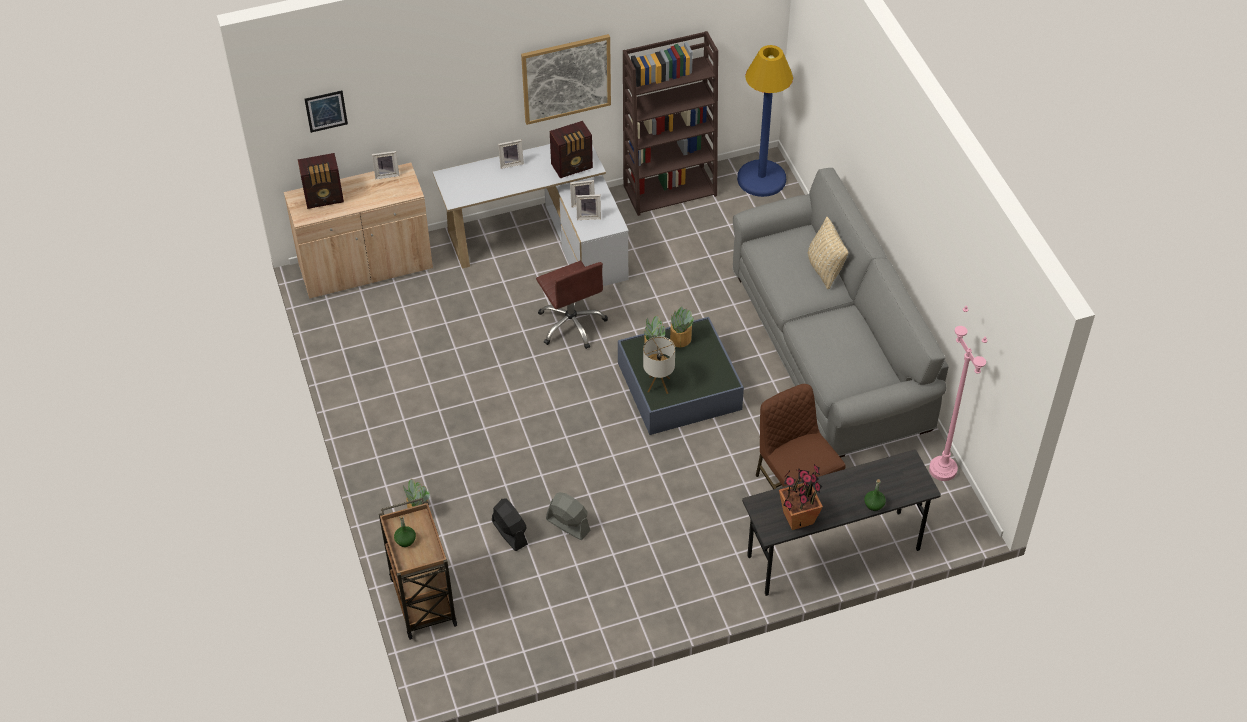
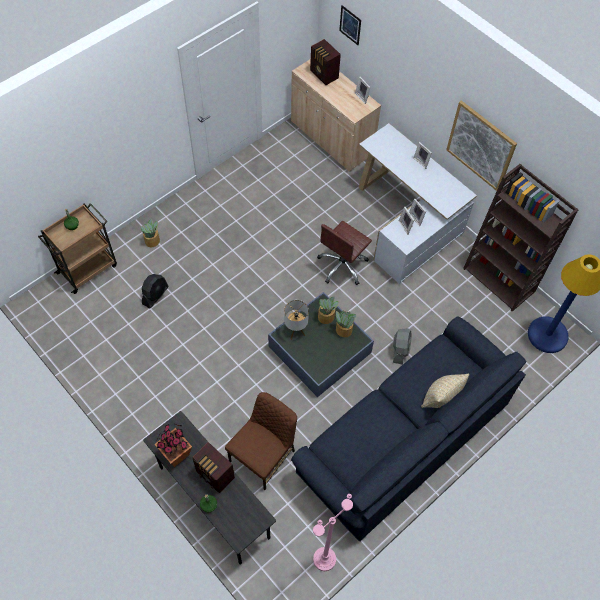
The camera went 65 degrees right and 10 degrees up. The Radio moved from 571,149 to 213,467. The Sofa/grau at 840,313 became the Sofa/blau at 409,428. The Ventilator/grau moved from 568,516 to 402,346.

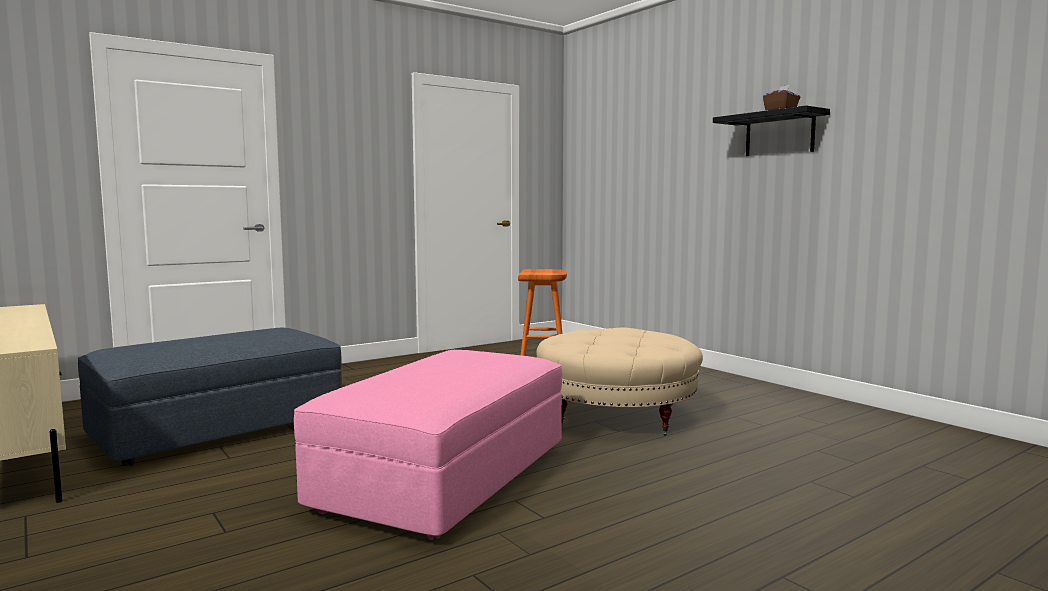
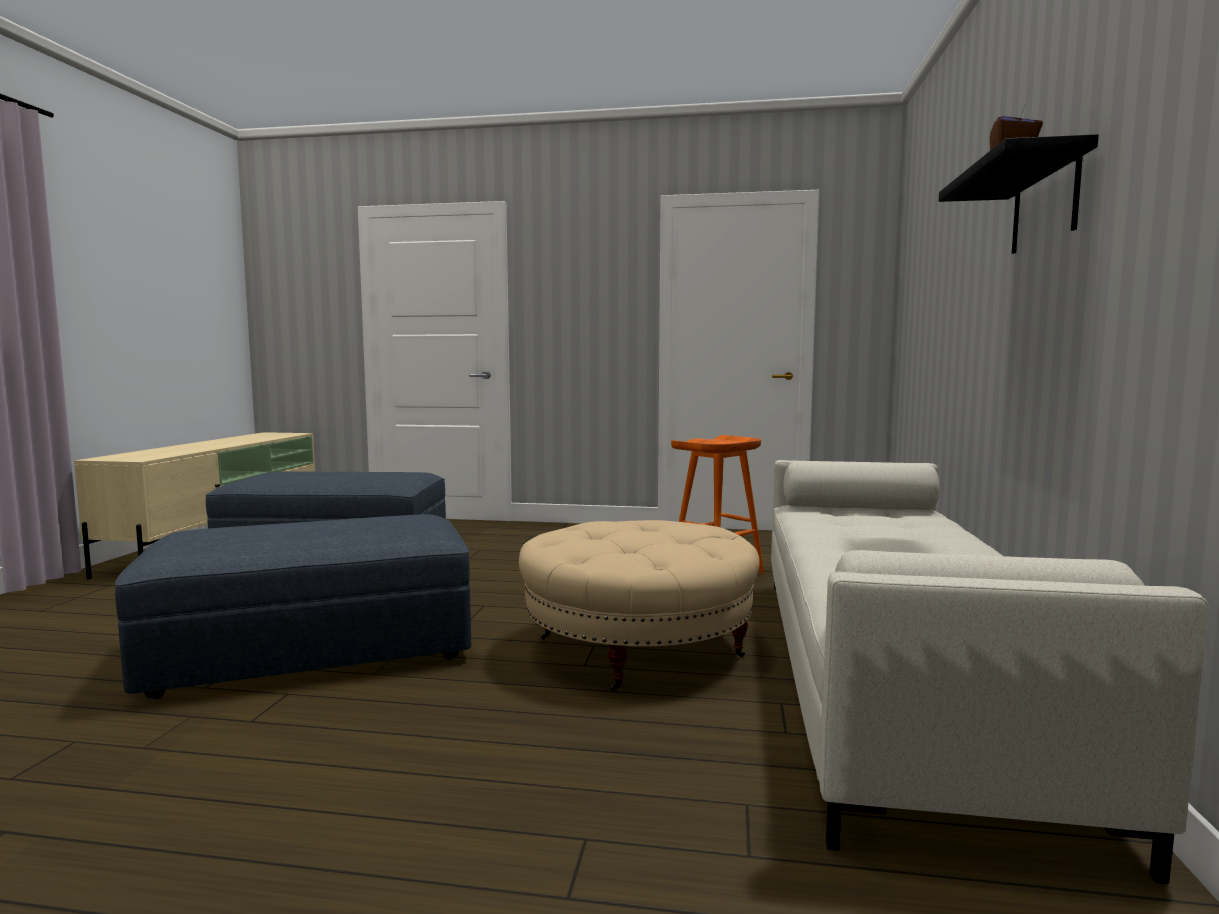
The camera went 45 degrees right and 0 degrees up. The Polsterhocker/rosa at 428,445 became the Polsterhocker/grau at 293,606. The Sofa/beige at 989,672 appeared.

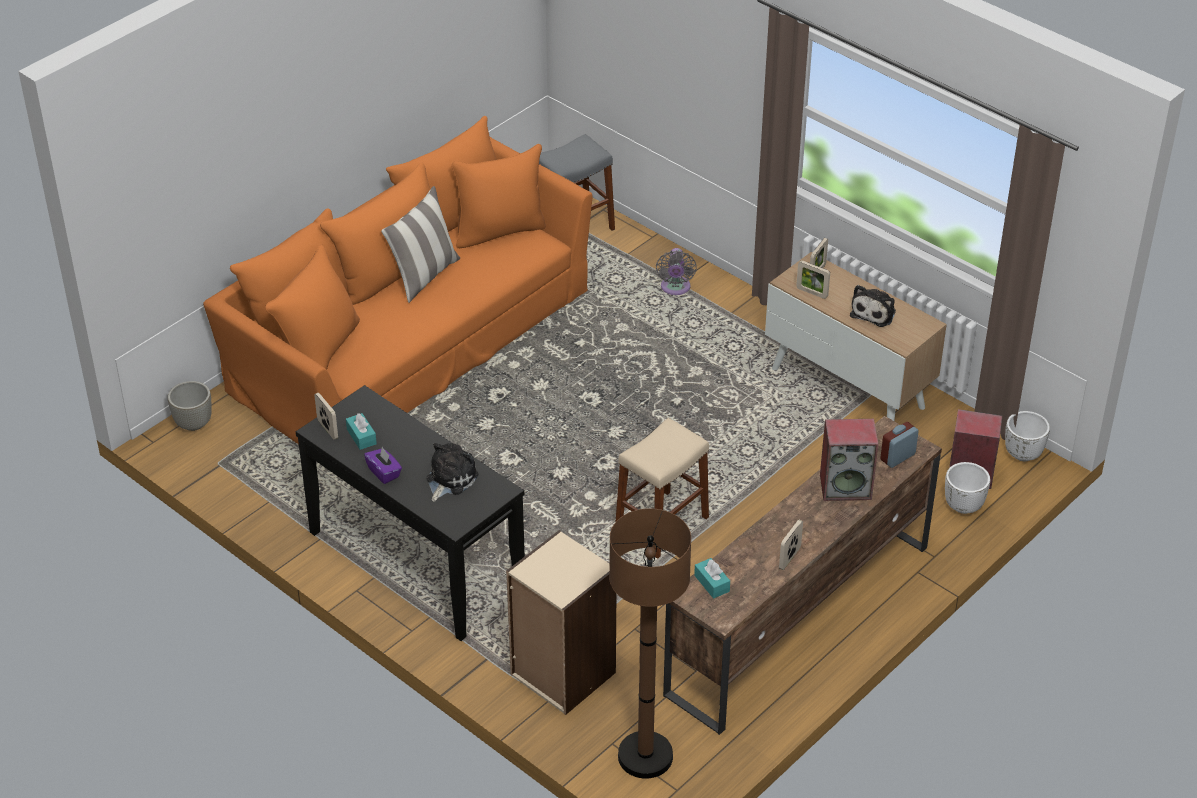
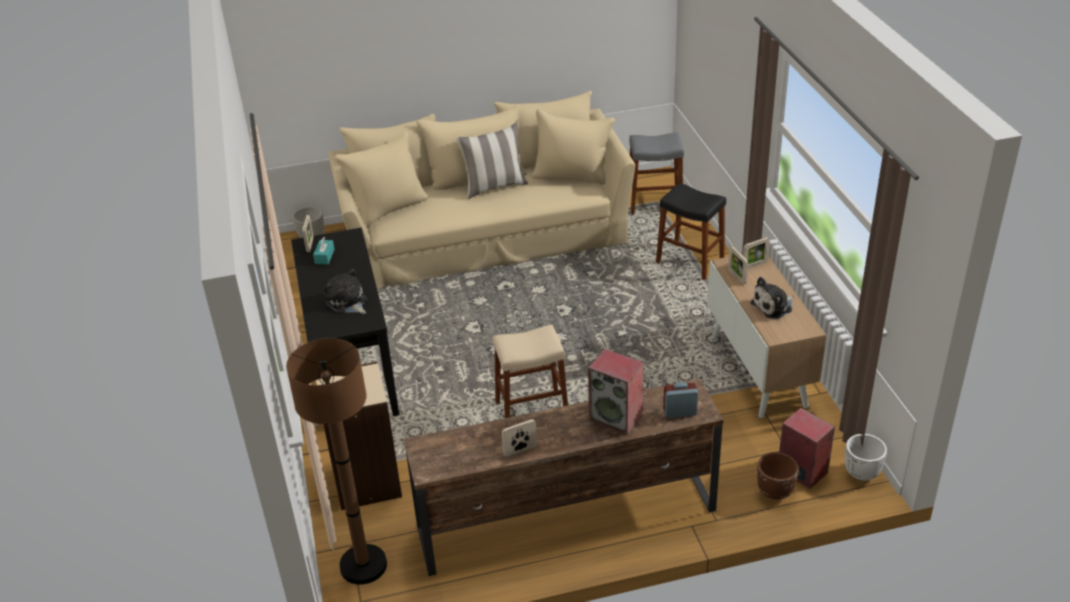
The camera went 35 degrees right and 5 degrees down. The Sofa/orange at 398,280 became the Sofa/beige at 481,190. The Ventilator/grau at 676,271 was replaced by the Hocker/schwarz at 691,231. The Plüschtier at 452,472 turned 105 degrees counterclockwise. The Taschentuchbox/lila at 383,465 disappeared. The Pflanzkübel/weiß at 967,488 became the Pflanzkübel/braun at 778,476. The Taschentuchbox/türkis at 712,578 disappeared.

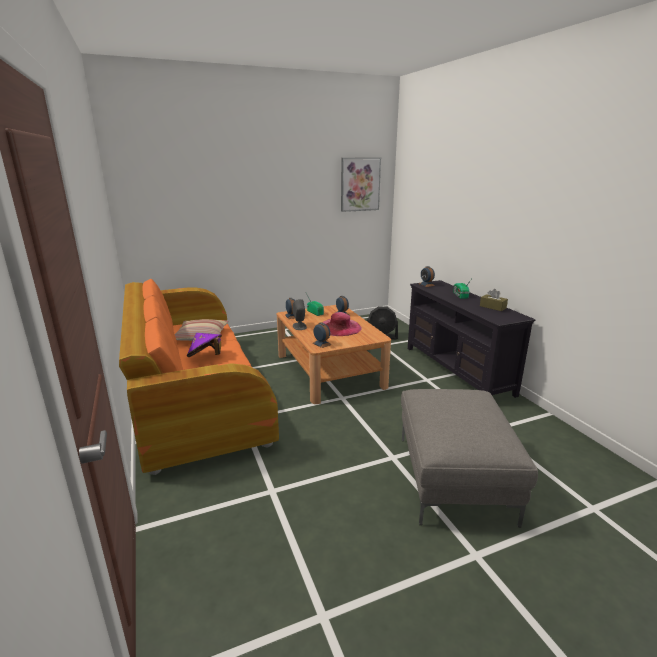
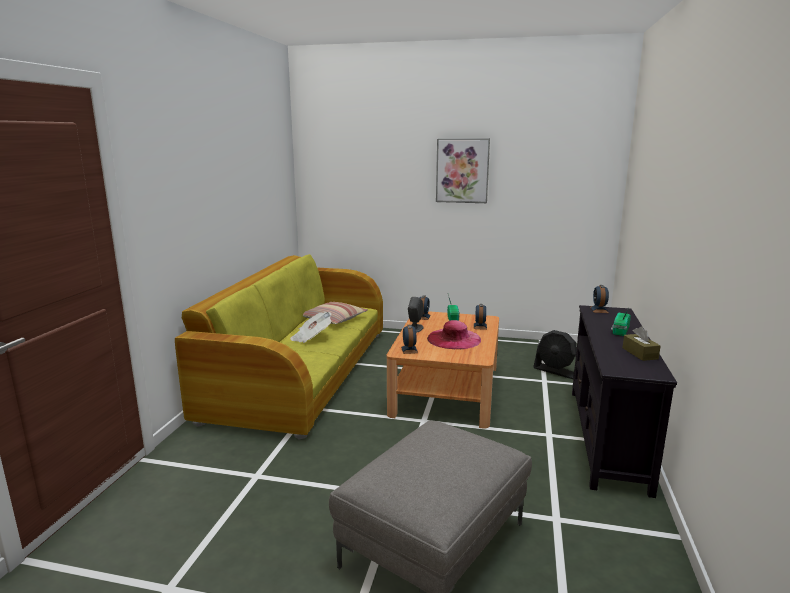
The camera went 35 degrees right and 5 degrees down. The Bild moved from 361,185 to 463,170. The Sofa/orange at 199,377 became the Sofa/grün at 279,347. The Hut/lila at 204,345 was replaced by the Zeitung at 311,327.

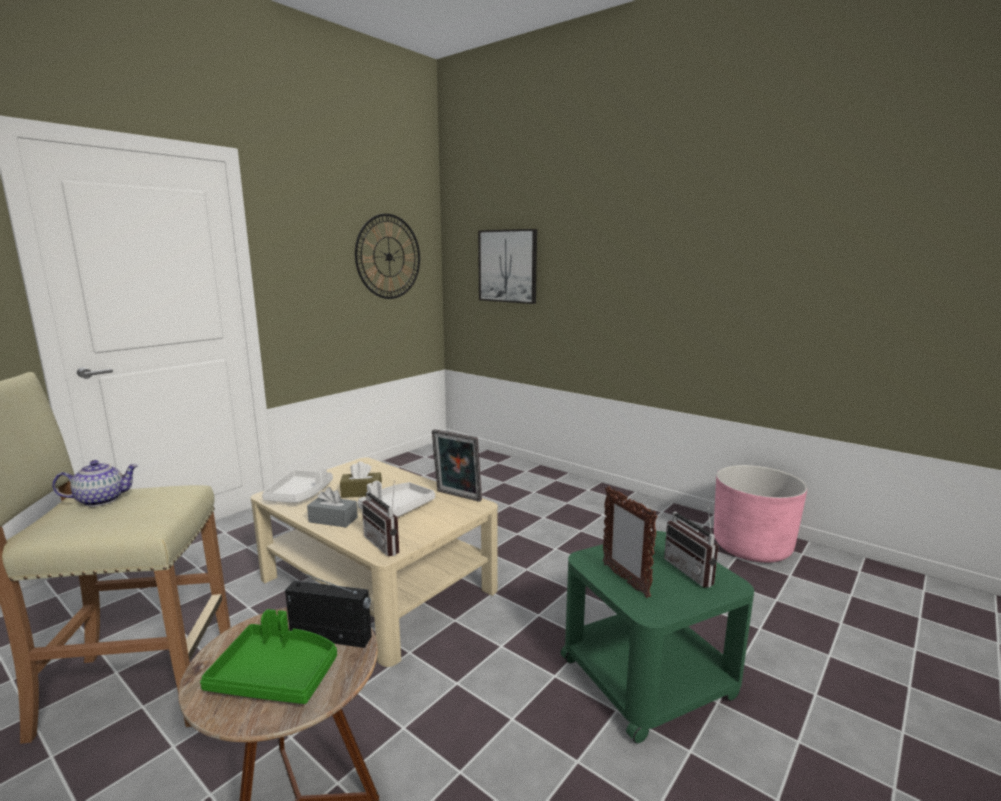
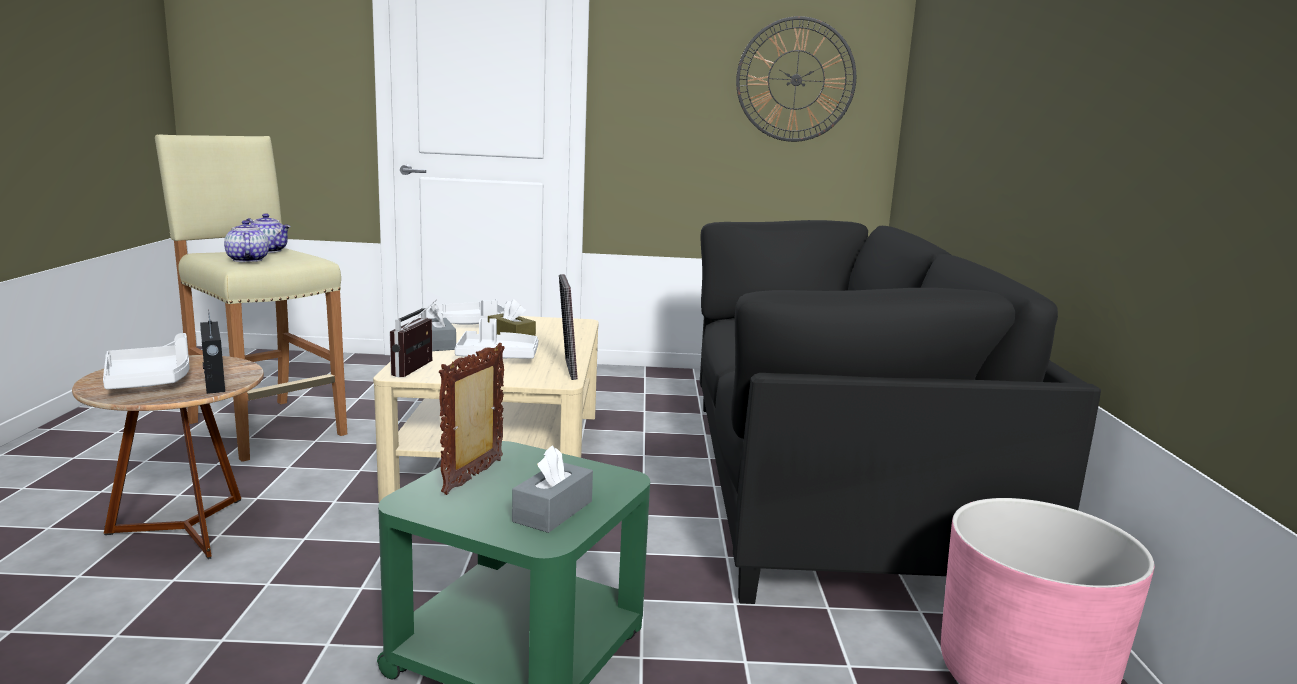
The camera went 50 degrees right and 0 degrees up. The Bild at 507,266 disappeared. The Radio at 691,545 was replaced by the Taschentuchbox/grau at 552,489. The Tablett/grün at 268,656 became the Tablett/weiß at 146,361. The Teekanne at 246,241 appeared. The Sofa/schwarz at 900,412 appeared.

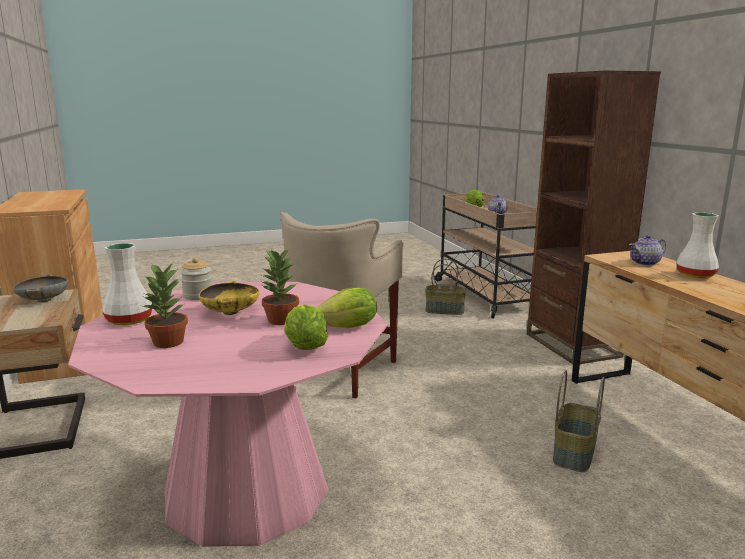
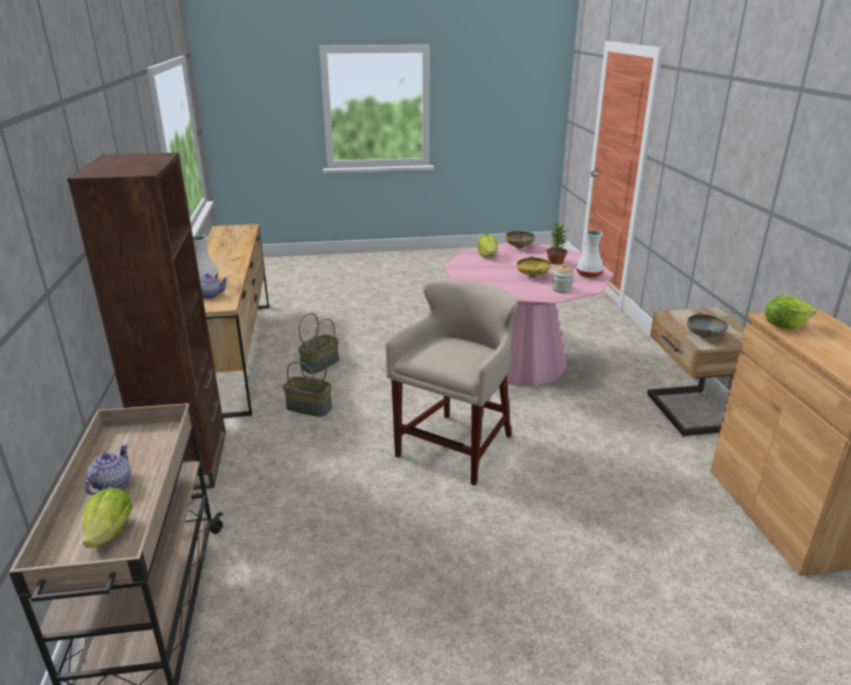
The camera went 170 degrees left and 10 degrees up. The Topfpflanze at 280,286 disappeared. The Korb moved from 445,286 to 307,383. The Salatkopf moved from 346,307 to 790,312. The Schüssel/beige at 520,239 appeared.

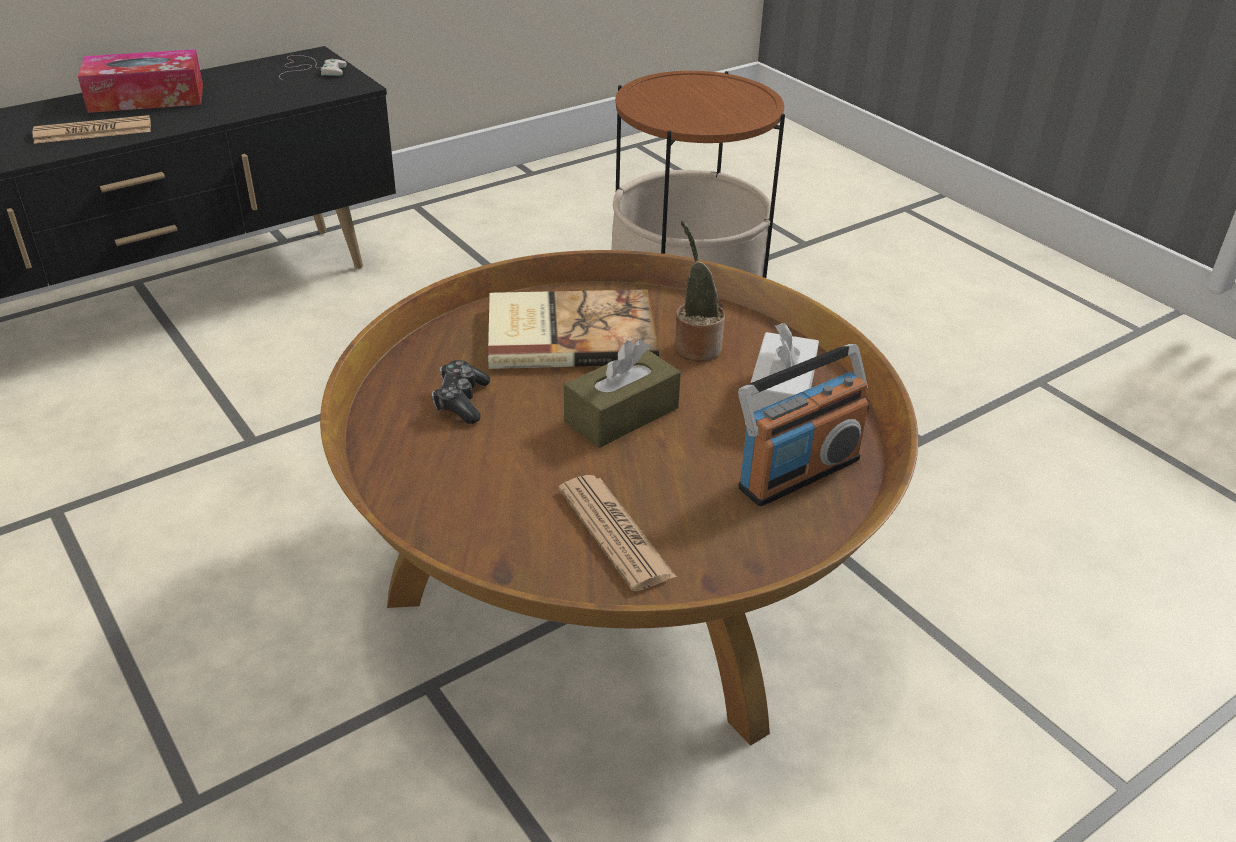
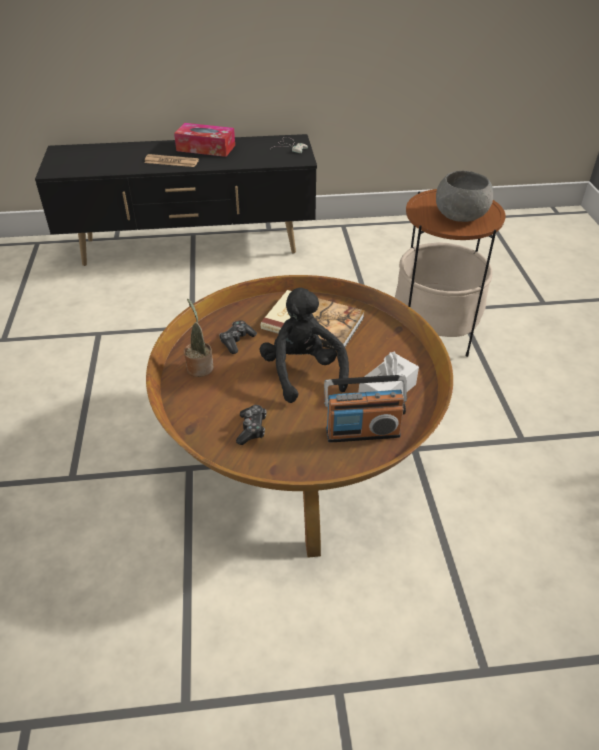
The camera went 30 degrees right and 5 degrees up. The Topfpflanze moved from 700,291 to 198,337. The Taschentuchbox/braun at 622,394 was replaced by the Plüschtier/schwarz at 304,345. The Zeitung at 617,533 was replaced by the Gamepad at 251,425. The Schüssel/grau at 464,196 appeared.

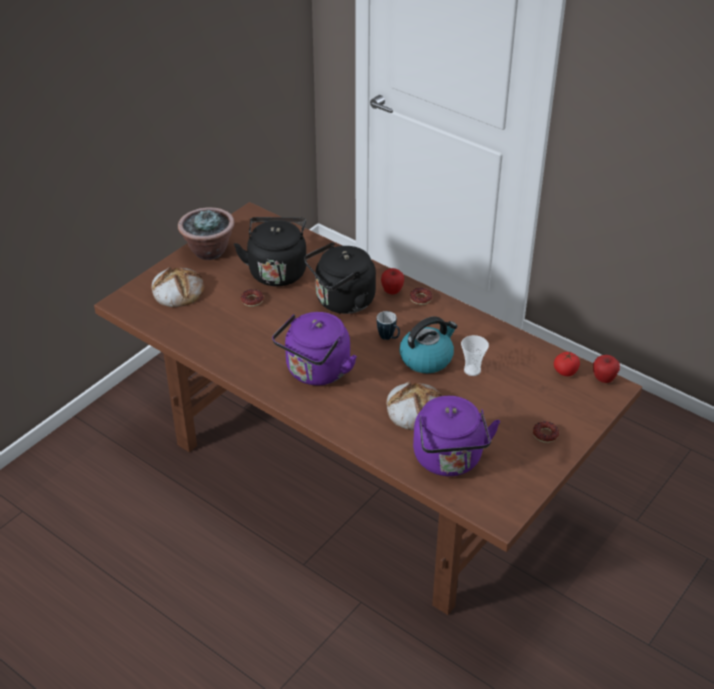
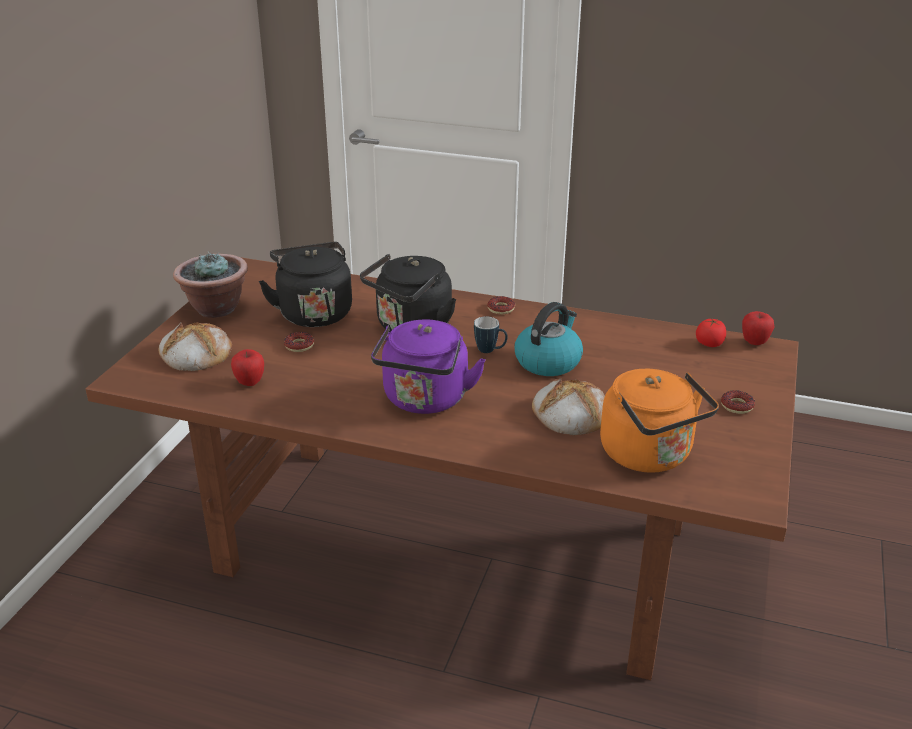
The camera went 20 degrees left and 10 degrees down. The Apfel moved from 392,281 to 247,367. The Tasse at 475,355 disappeared. The Wasserkessel/lila at 456,436 became the Wasserkessel/orange at 659,421.

